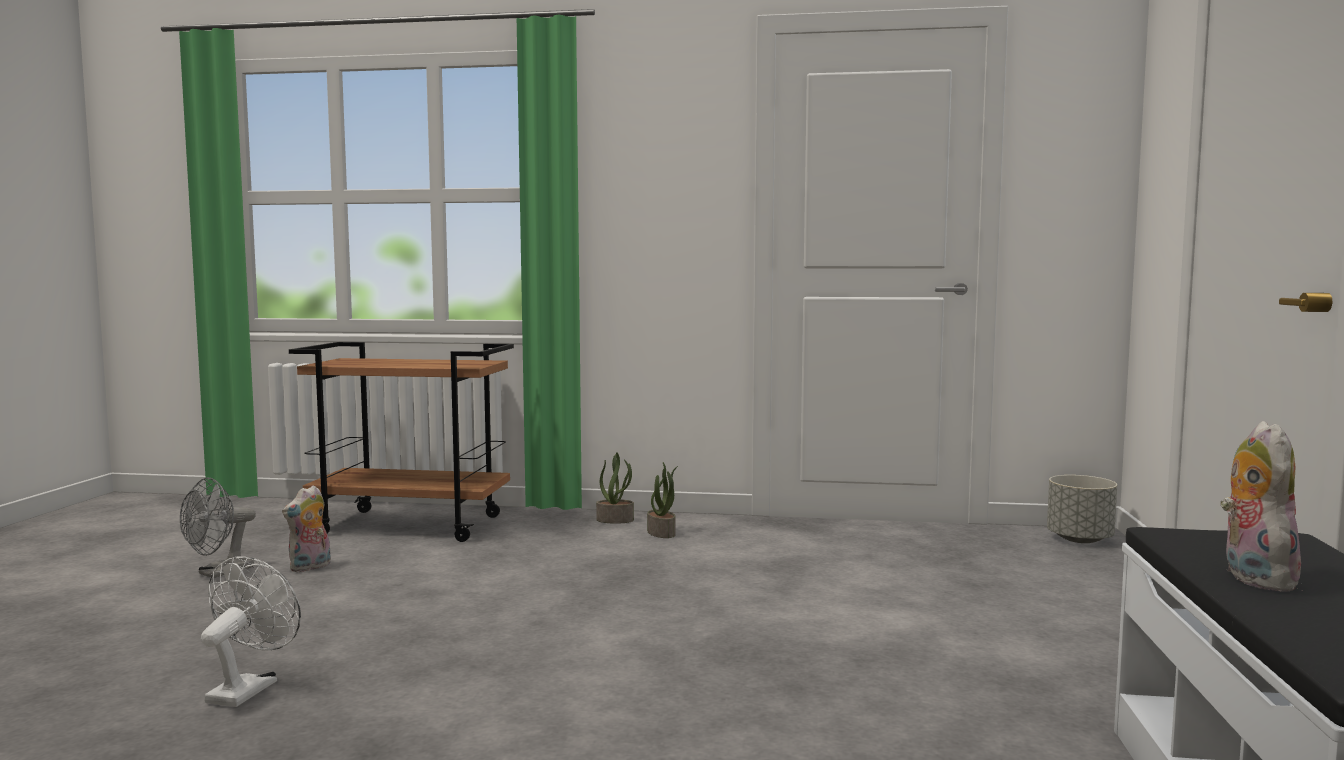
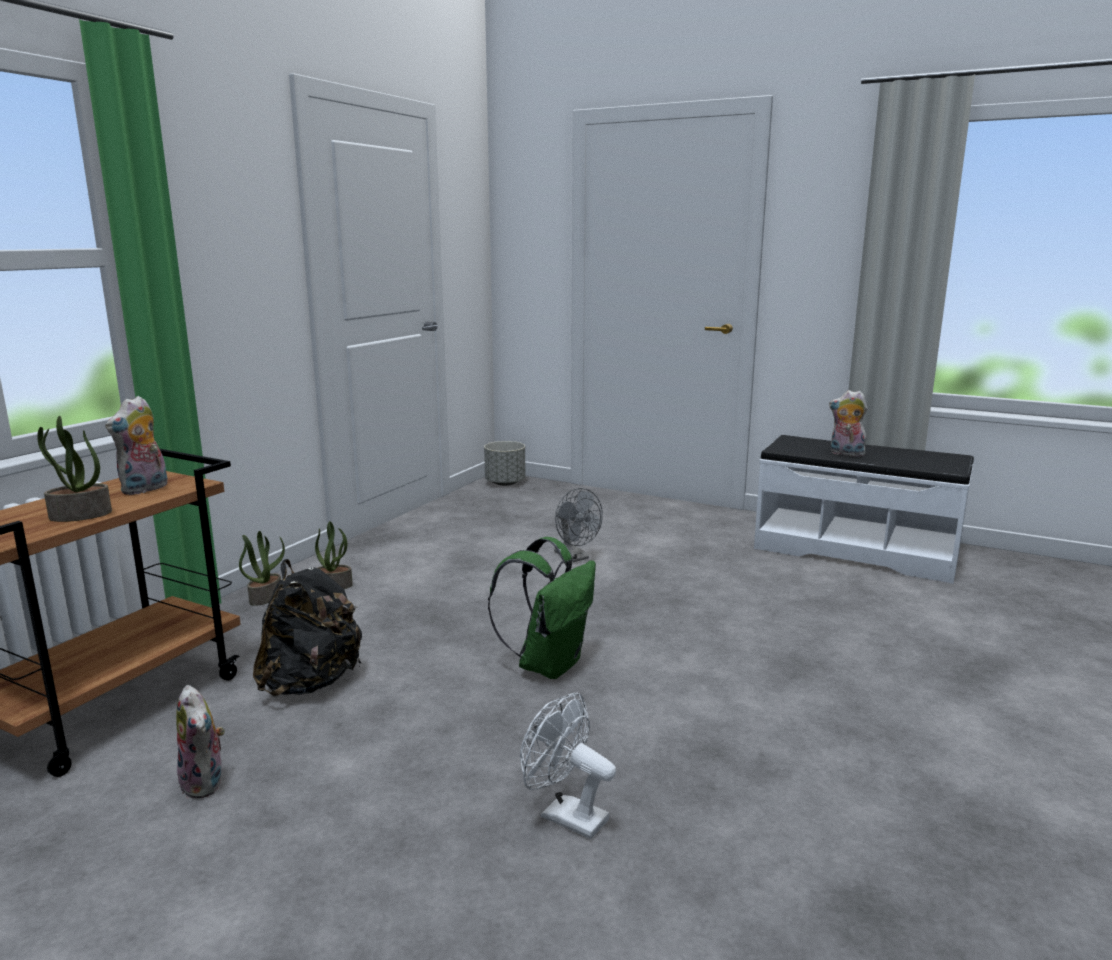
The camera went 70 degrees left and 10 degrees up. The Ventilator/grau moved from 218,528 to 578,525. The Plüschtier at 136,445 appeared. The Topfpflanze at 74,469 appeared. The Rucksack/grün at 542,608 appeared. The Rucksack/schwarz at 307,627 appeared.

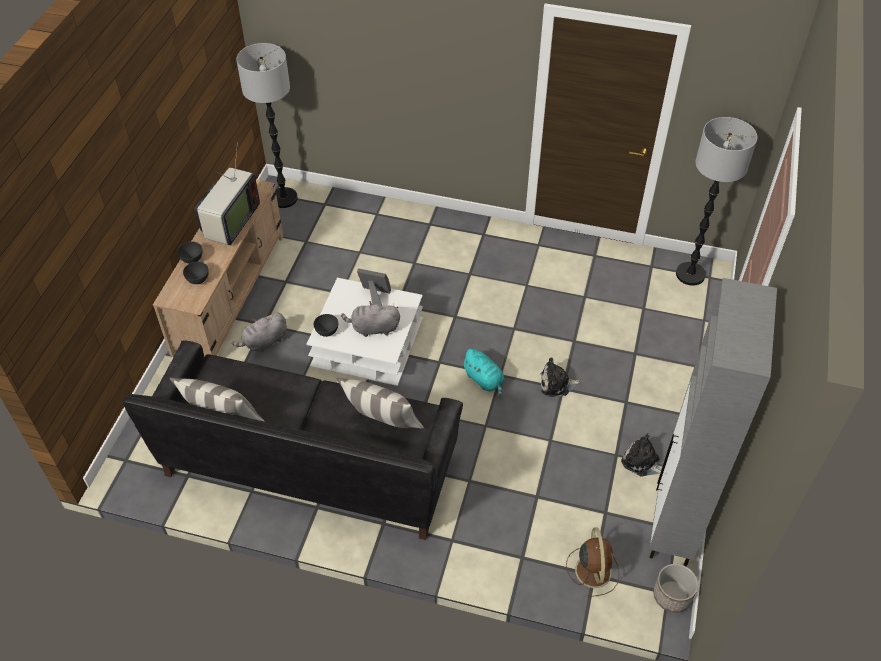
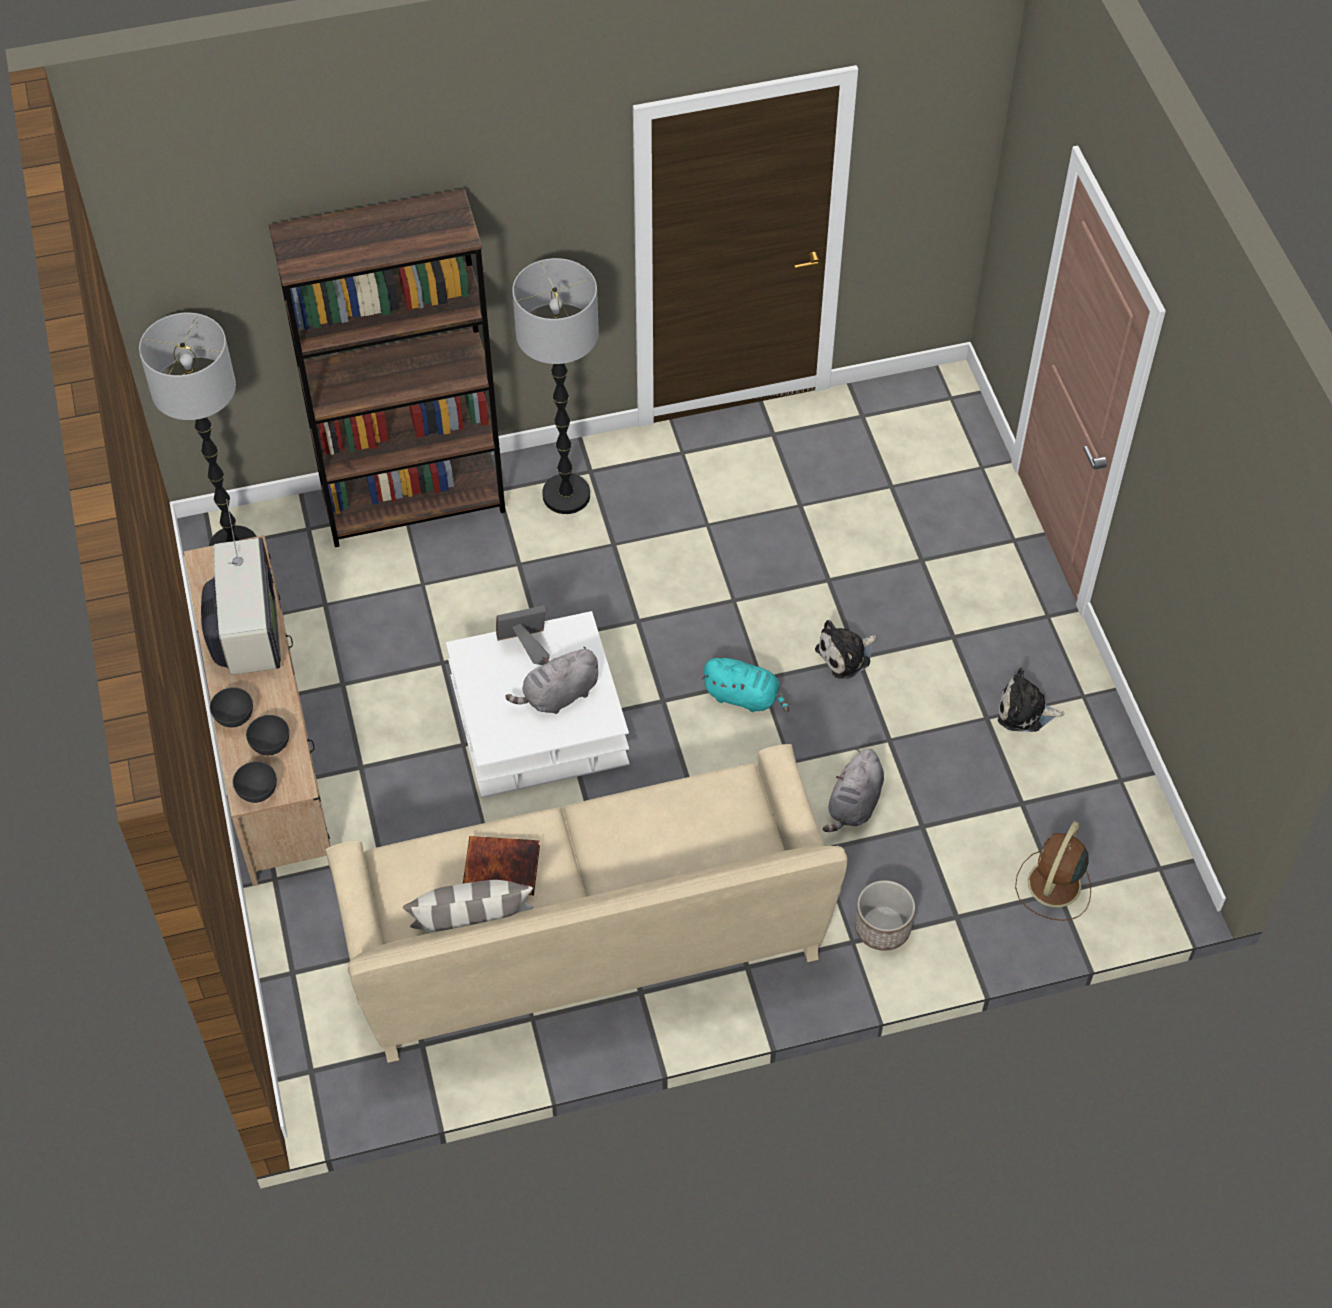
The camera went 30 degrees left and 5 degrees up. The Stehlampe moved from 716,201 to 555,386. The Schrank/grau at 713,422 disappeared. The Plüschtier/grau moved from 259,332 to 853,790. The Schüssel/grau moved from 326,325 to 255,782. The Sofa/schwarz at 293,440 became the Sofa/beige at 587,903. The Kissen at 380,403 disappeared. The Ventilator/braun at 592,562 turned 120 degrees counterclockwise. The Pflanzkübel moved from 675,588 to 885,915. The Bücherregal/braun at 387,368 appeared. The Buch at 501,865 appeared.

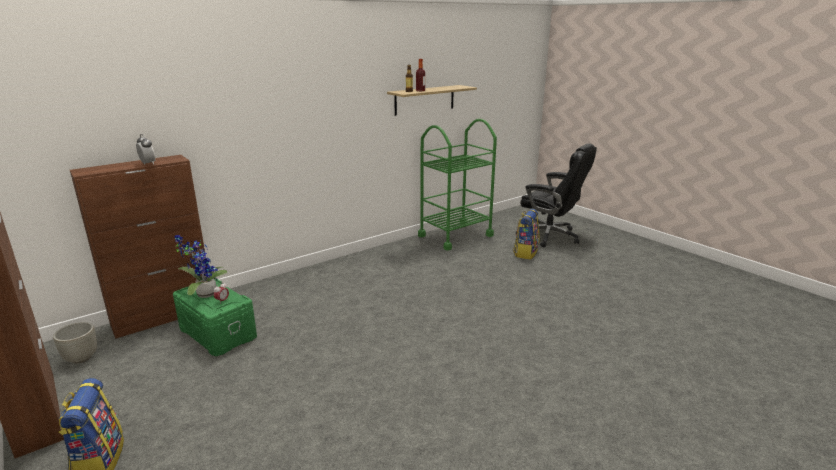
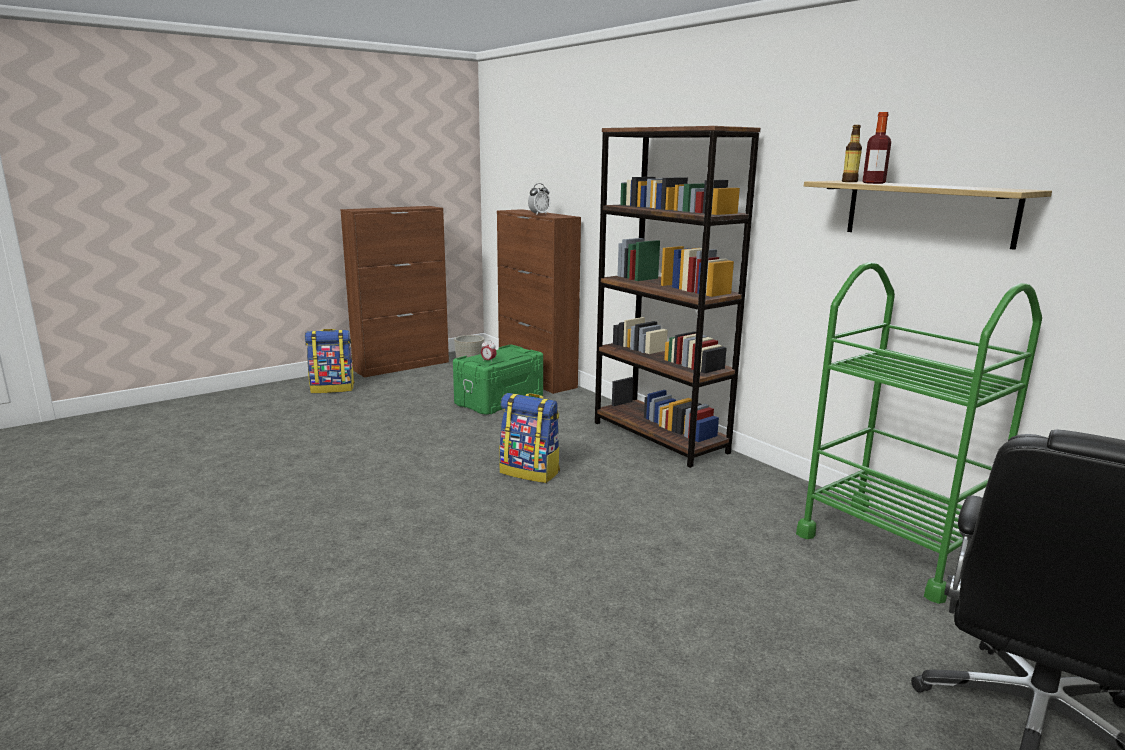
The camera went 90 degrees right and 5 degrees down. The Rucksack moved from 526,234 to 529,438. The Topfpflanze at 200,266 disappeared. The Bücherregal/braun at 678,297 appeared.

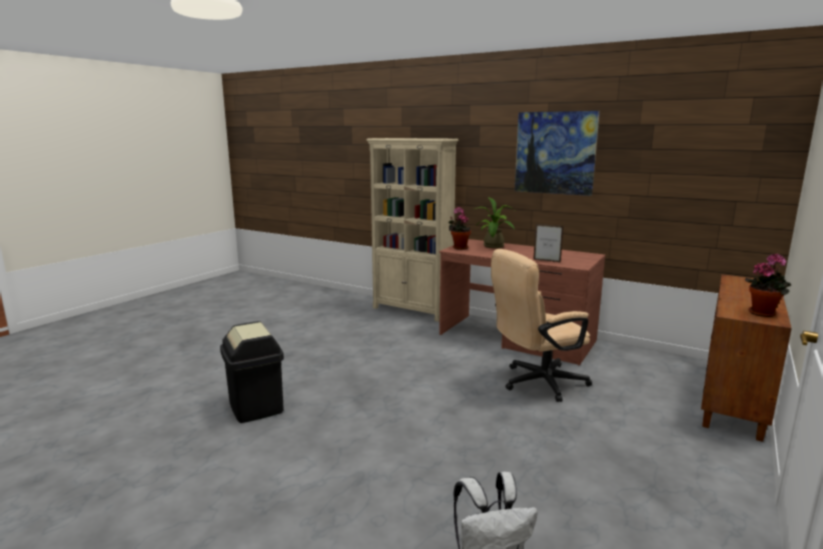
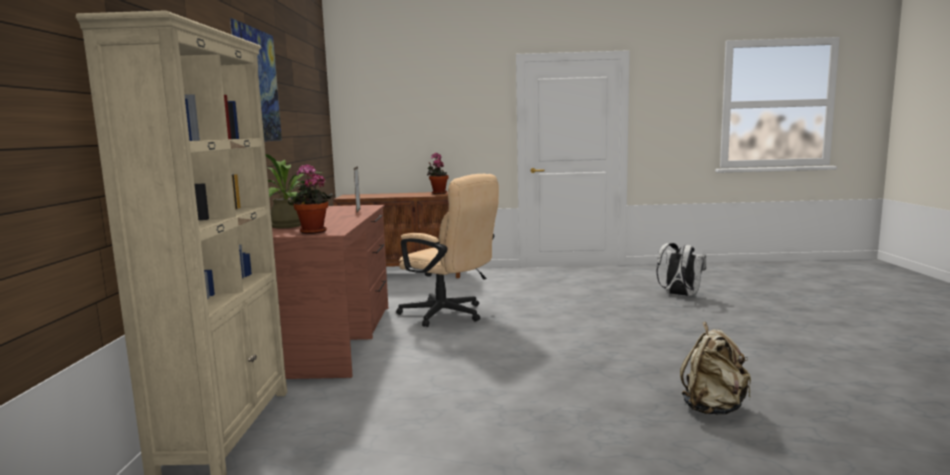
The camera went 120 degrees left and 5 degrees down. The Mülleimer/schwarz at 252,372 was replaced by the Rucksack/beige at 715,368.

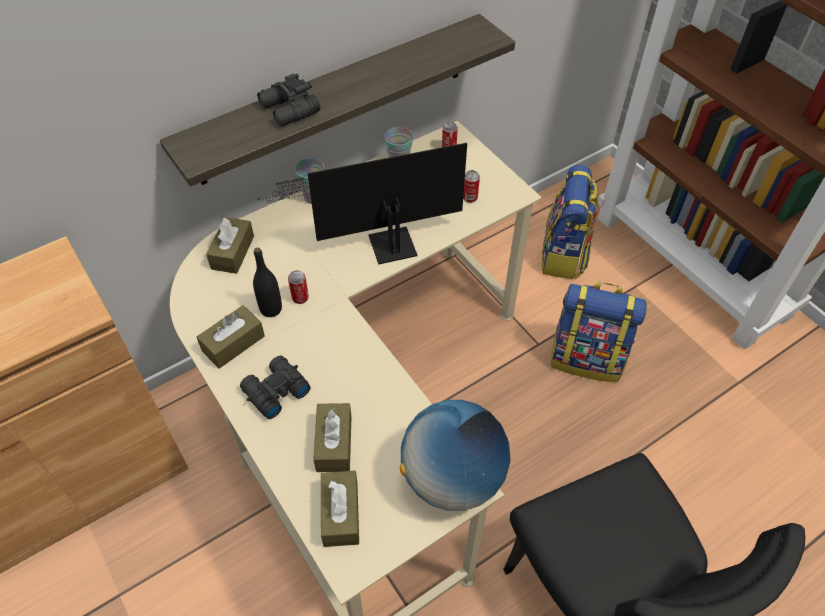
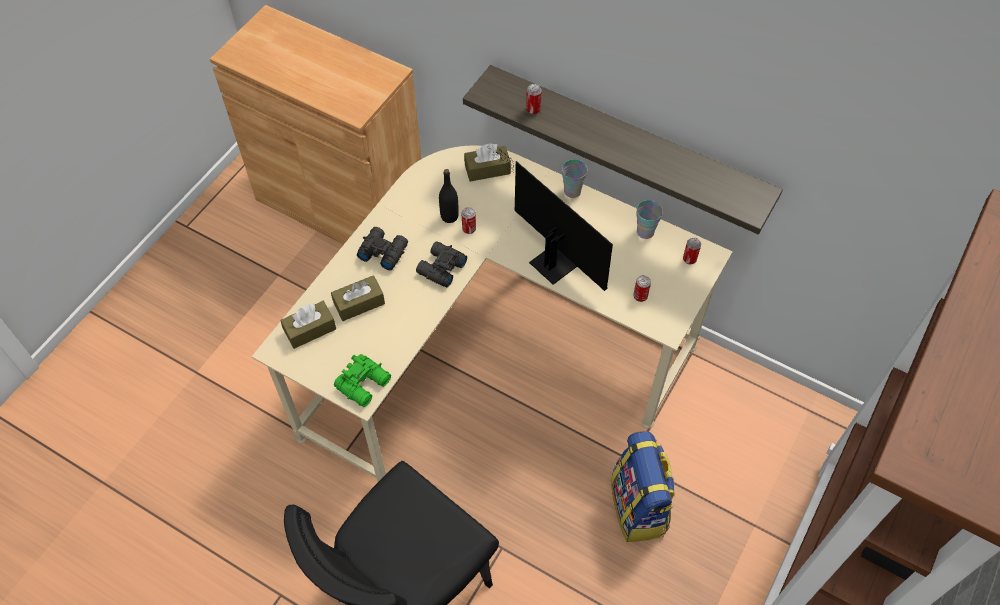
The camera went 65 degrees right and 5 degrees up. The Fernglas/schwarz moved from 288,100 to 441,264. The Rucksack at 570,222 disappeared. The Taschentuchbox/braun at 231,337 disappeared. The Globus at 455,455 was replaced by the Fernglas/grün at 362,380. The Dose at 534,99 appeared.

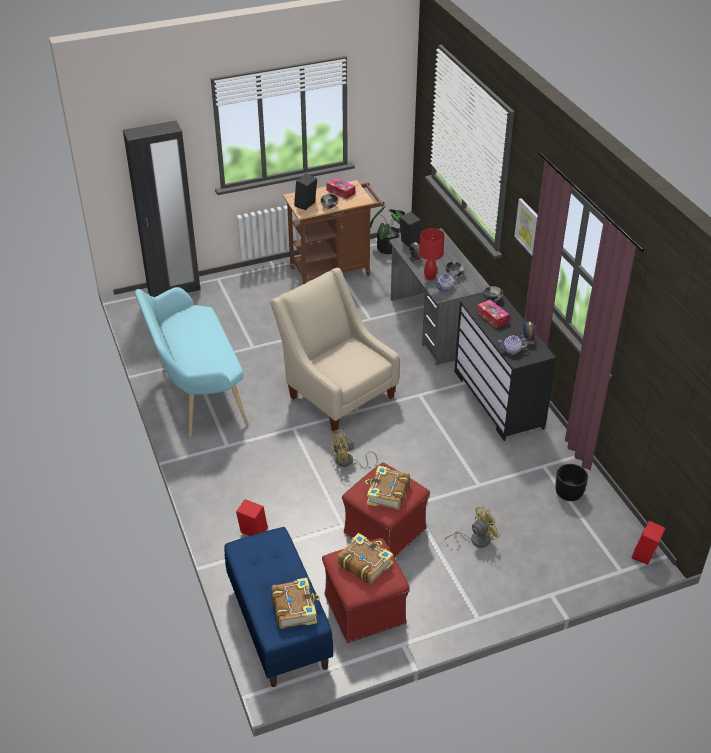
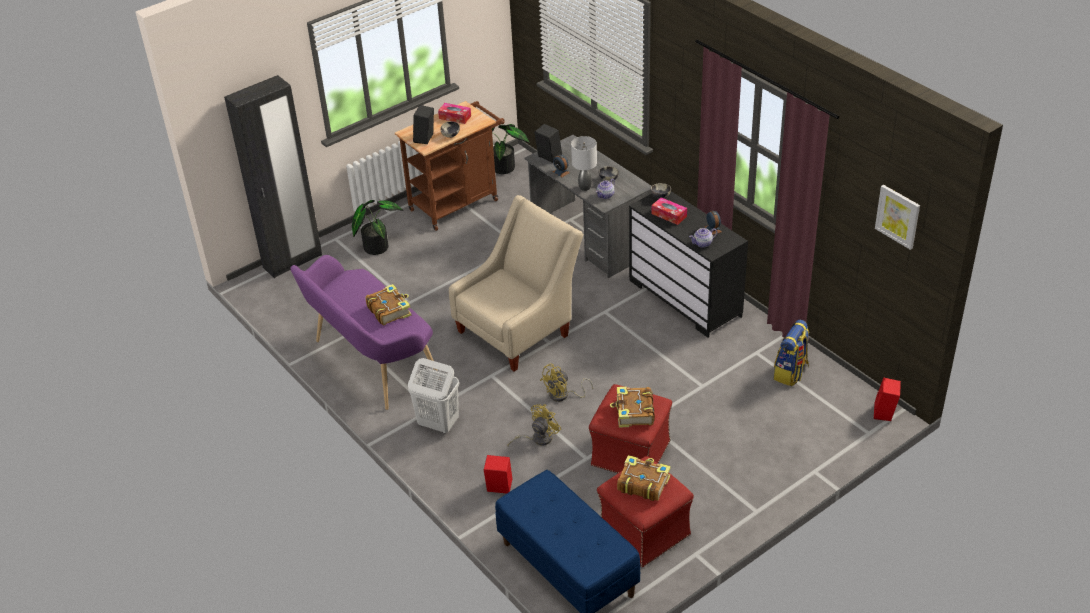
The camera went 15 degrees left and 0 degrees up. The Bild moved from 526,226 to 897,217. The Tischlampe/rot at 431,254 became the Tischlampe/grau at 584,163. The Sessel/beige at 334,349 turned 105 degrees clockwise. The Bank/türkis at 191,361 became the Bank/lila at 365,332. The Pflanzkübel/schwarz at 571,482 was replaced by the Rucksack at 792,353. The Ventilator/gelb moved from 472,527 to 534,425. The Buch moved from 295,603 to 389,304. The Topfpflanze at 377,227 appeared. The Wäschekorb/weiß at 433,396 appeared.

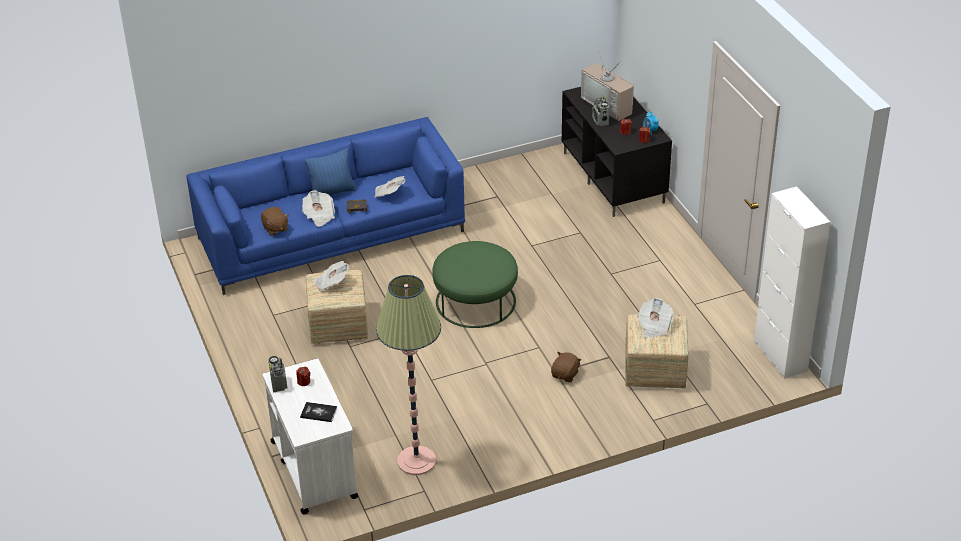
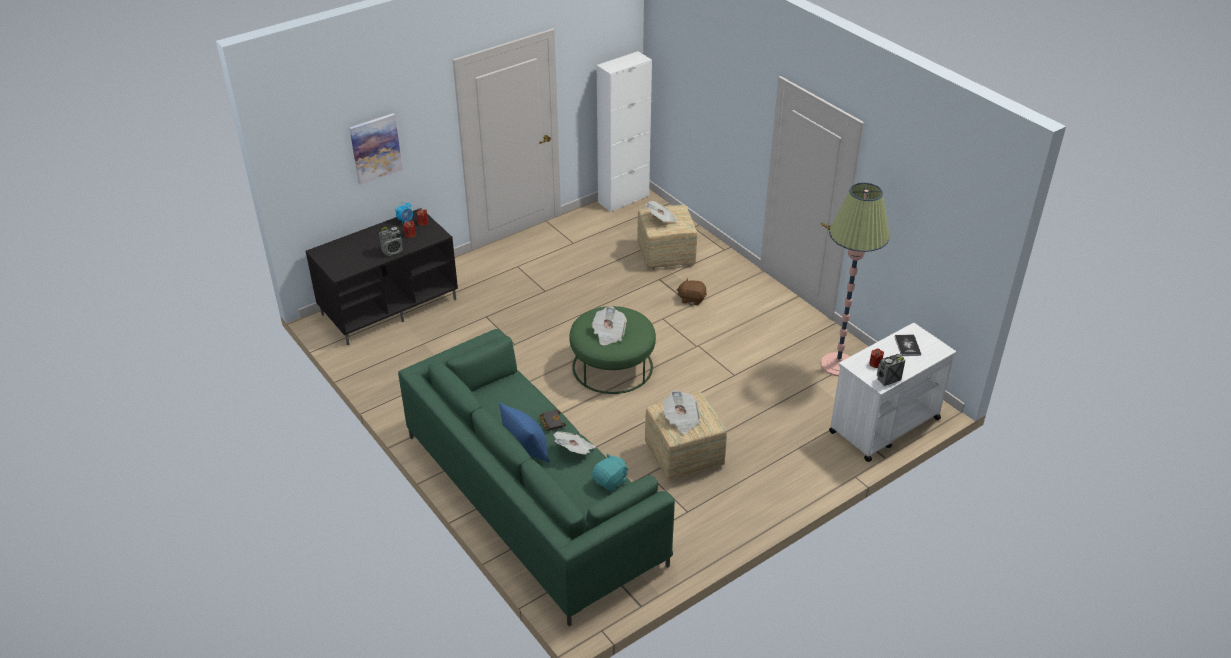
The camera went 105 degrees left and 0 degrees up. The Fernseher at 607,83 disappeared. The Sofa/blau at 325,206 became the Sofa/grün at 536,477. The Zeitung moved from 389,187 to 609,325. The Plüschtier/braun at 275,221 became the Plüschtier/türkis at 610,472. The Bild at 376,149 appeared.

